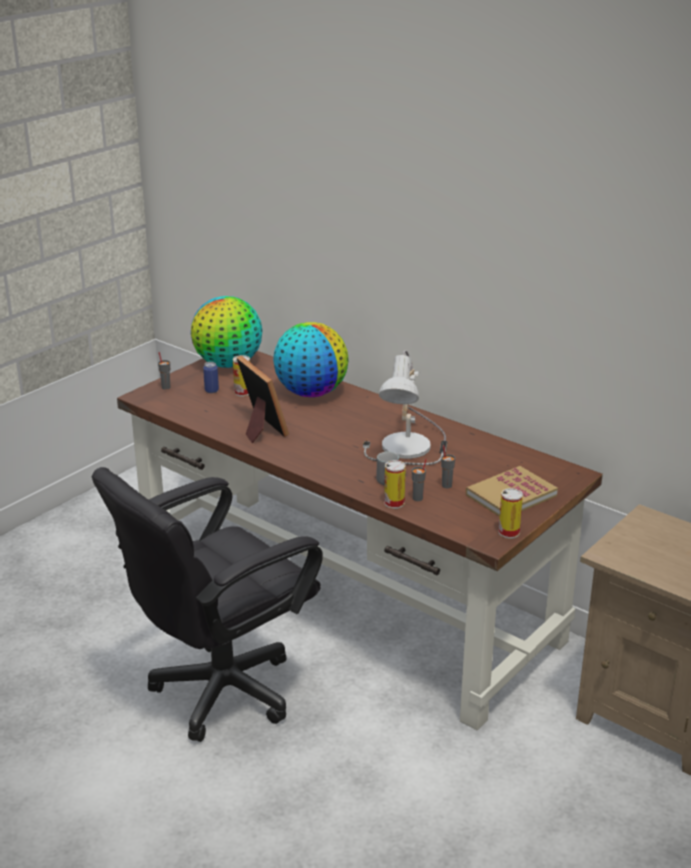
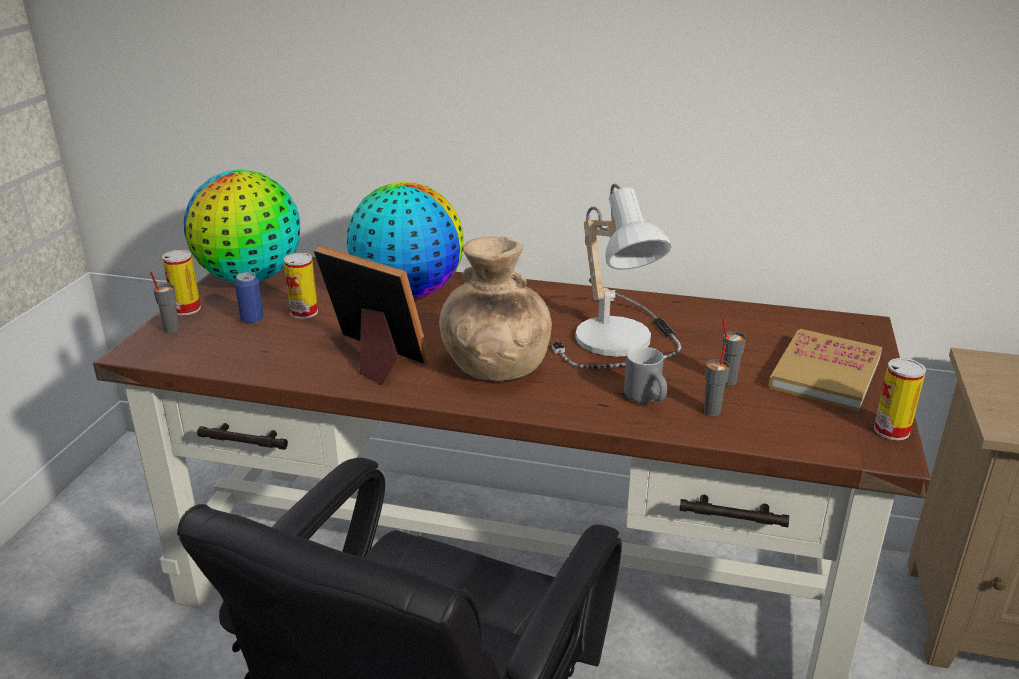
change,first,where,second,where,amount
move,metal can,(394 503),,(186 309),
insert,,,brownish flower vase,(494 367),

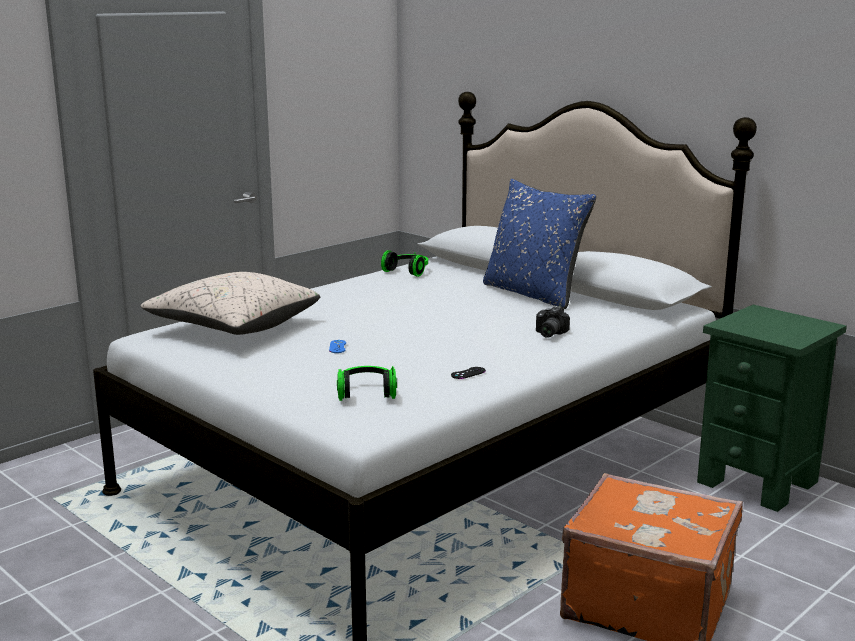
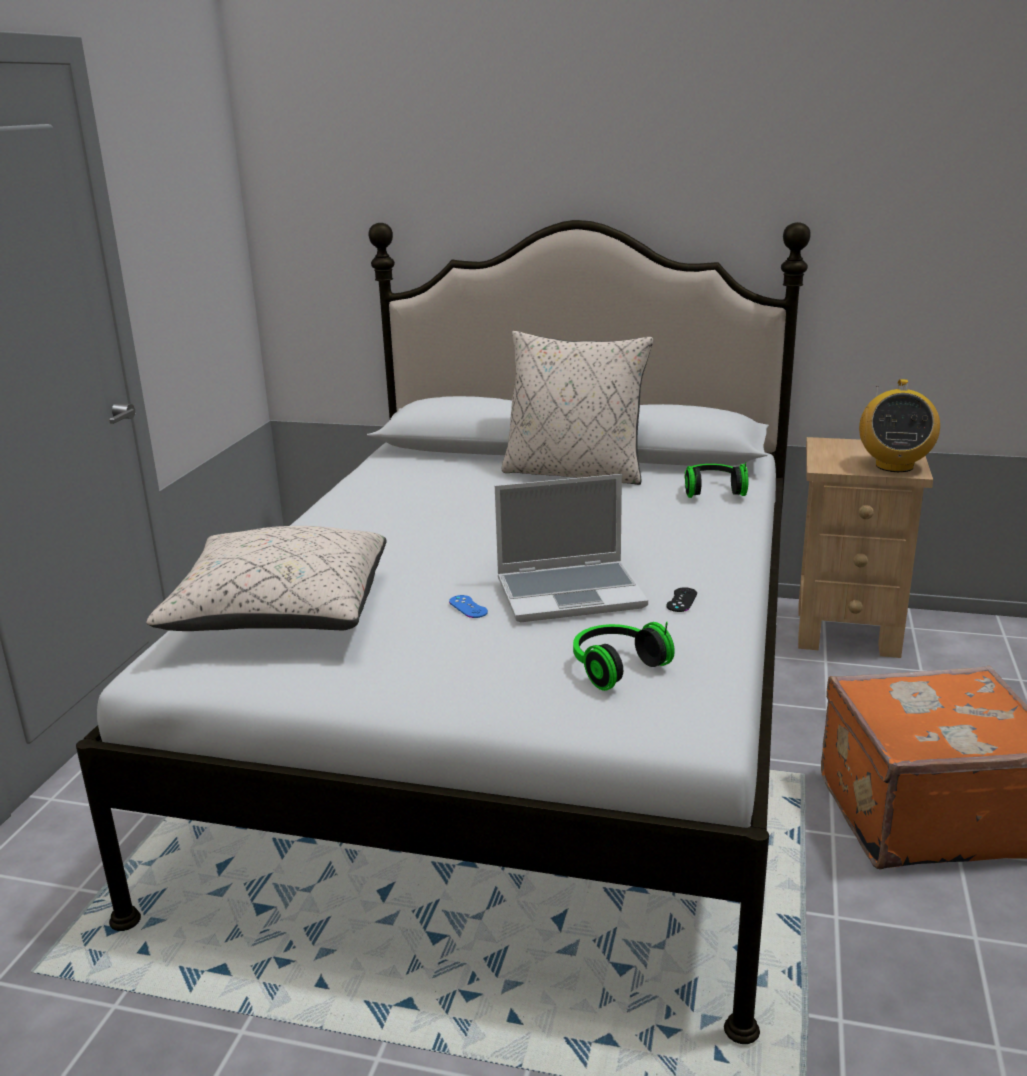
change,first,where,second,where,amount
insert,,,laptop,(571 593),
recolor,blue-coloured pillow,(533 294),beige-coloured pillow,(575 473),
move,pair of headphones,(408 271),,(712 490),
recolor,green night table,(757 483),beige-coloured night table,(848 631),
insert,,,radio receiver,(894 466),
delete,photo camera,(548 333),,,

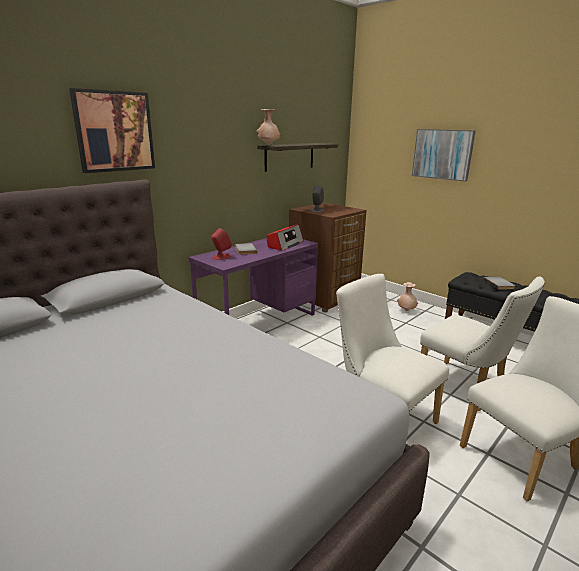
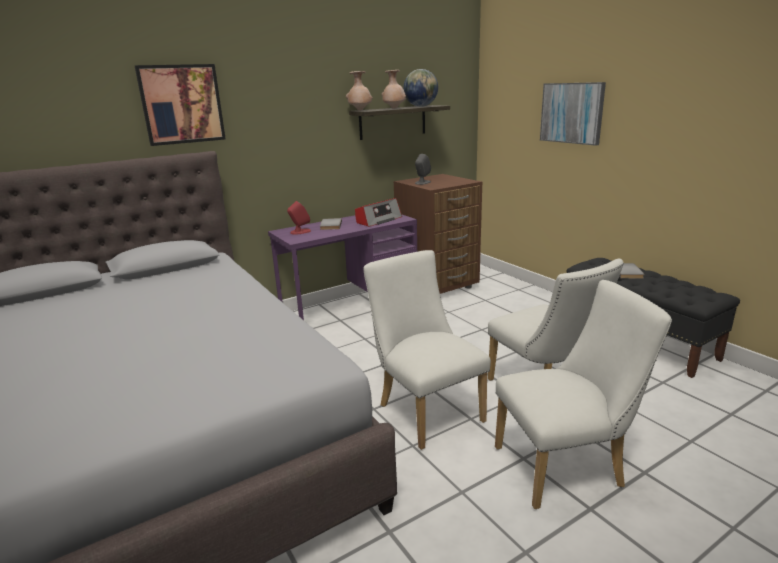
change,first,where,second,where,amount
move,beige-coloured flower vase,(406 310),,(394 108),
insert,,,globe,(421 106),

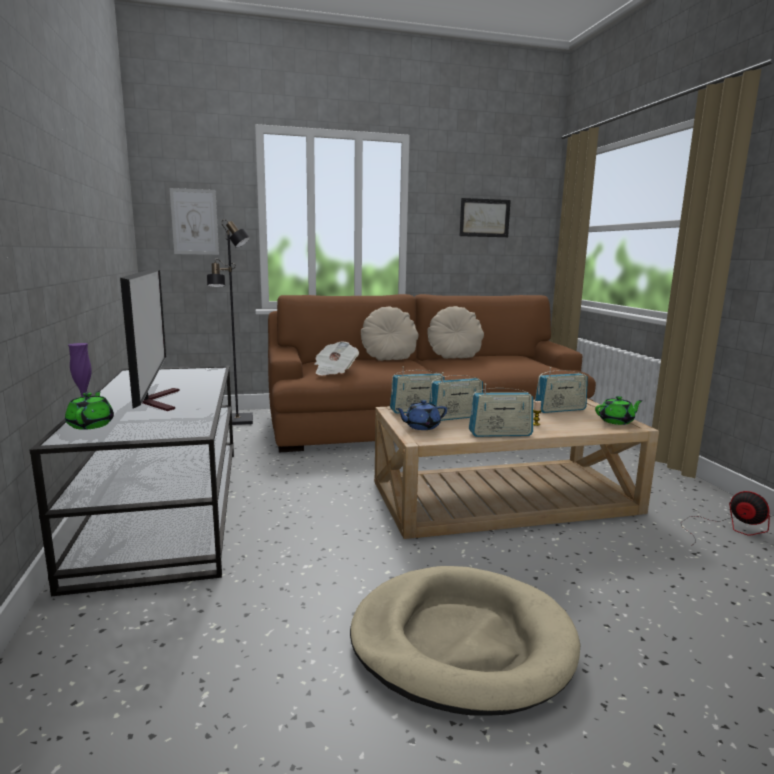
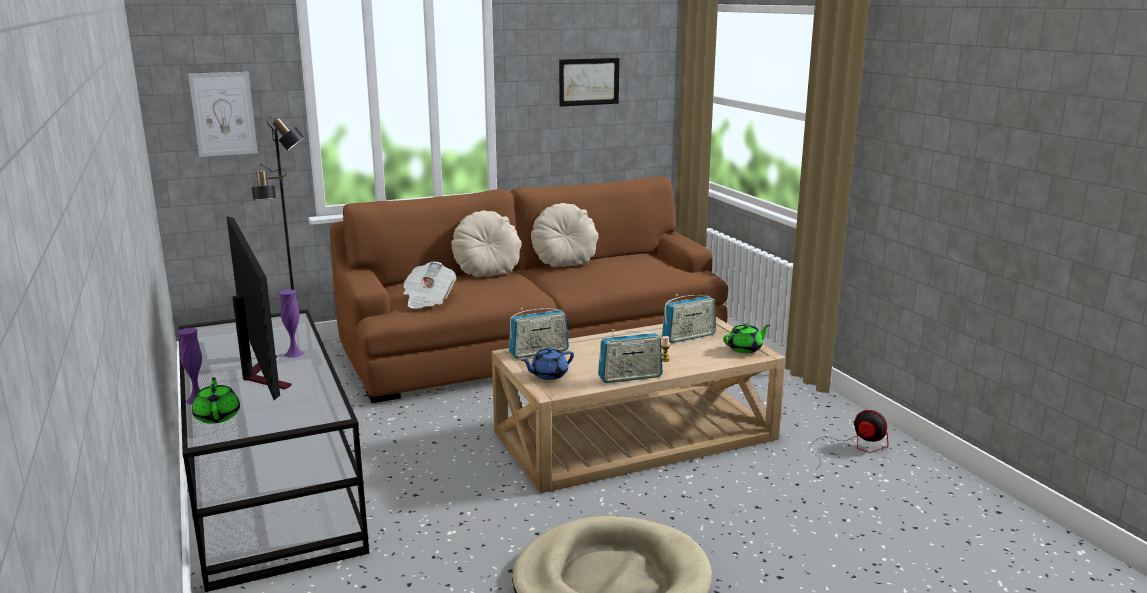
change,first,where,second,where,amount
insert,,,purplish flower vase,(294 354),
delete,radio receiver,(455 417),,,

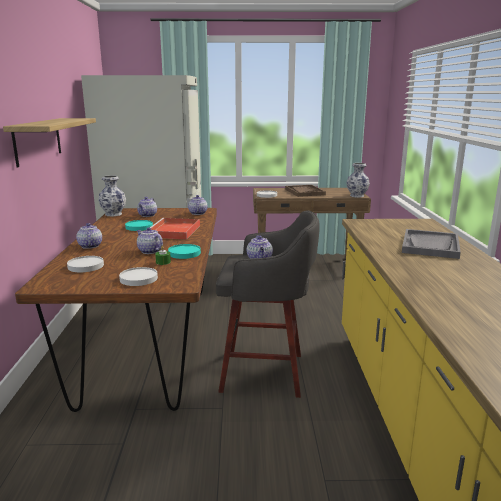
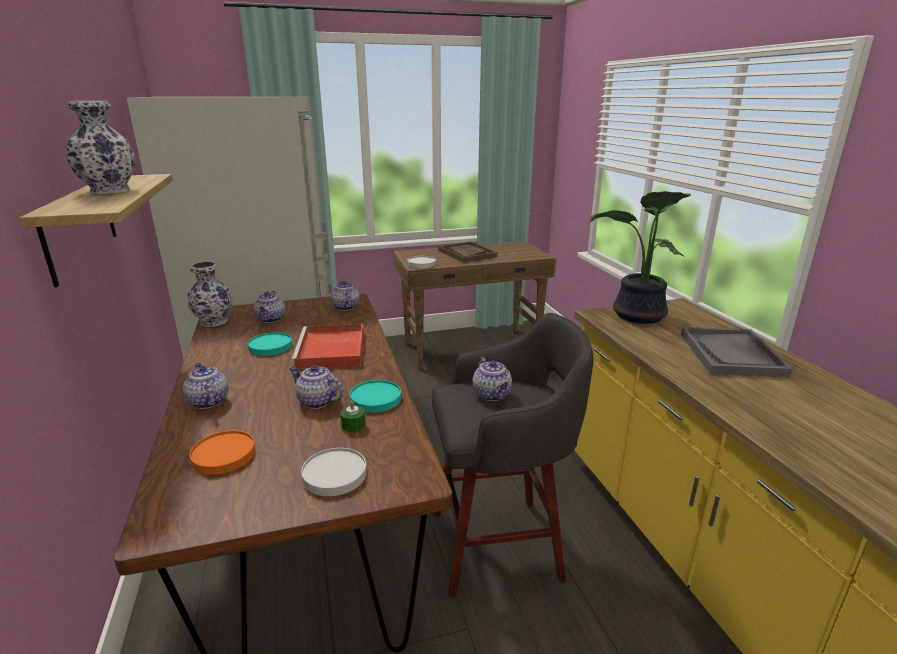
change,first,where,second,where,amount
move,flower vase,(356 196),,(109 191),
recolor,white dinner plate,(85 266),orangey dinner plate,(223 455),
insert,,,houseplant,(637 316),

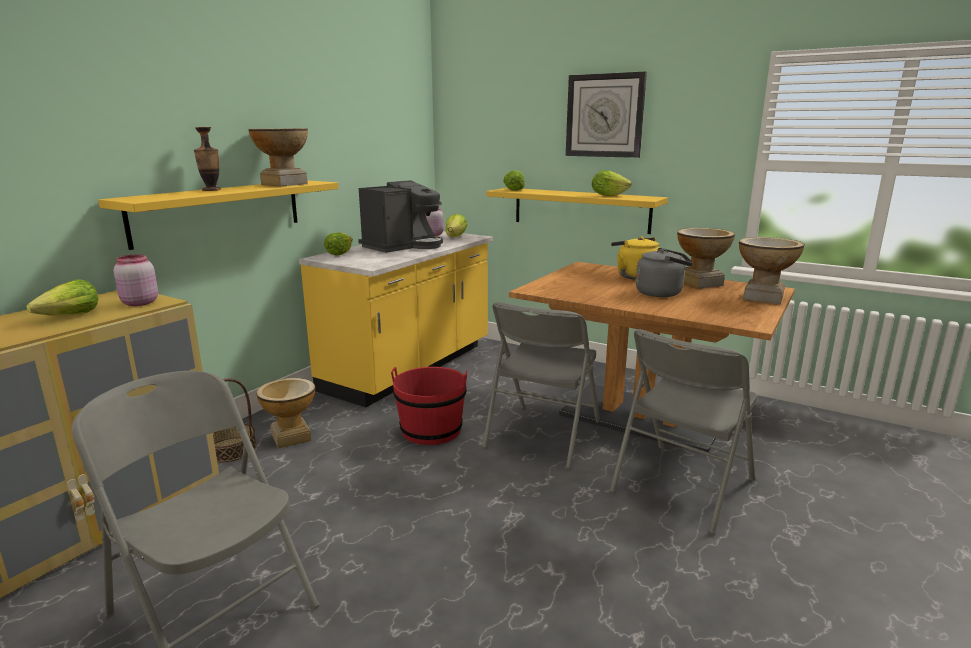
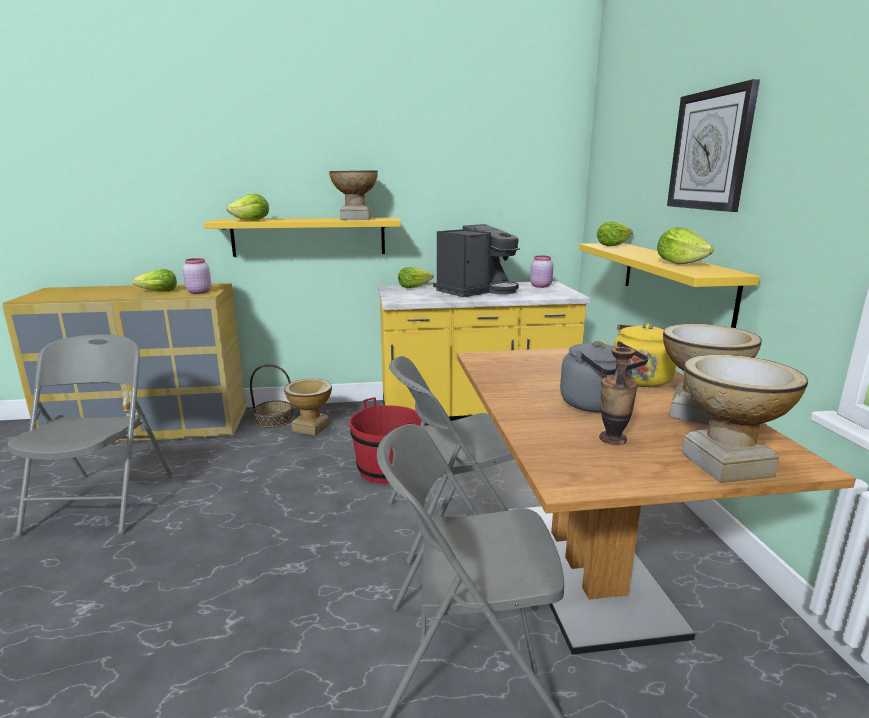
change,first,where,second,where,amount
move,head of lettuce,(455 237),,(251 220),
rotate,coffee brewer,(403 246),,(477 291),45 degrees counterclockwise
move,flower vase,(211 190),,(612 439),

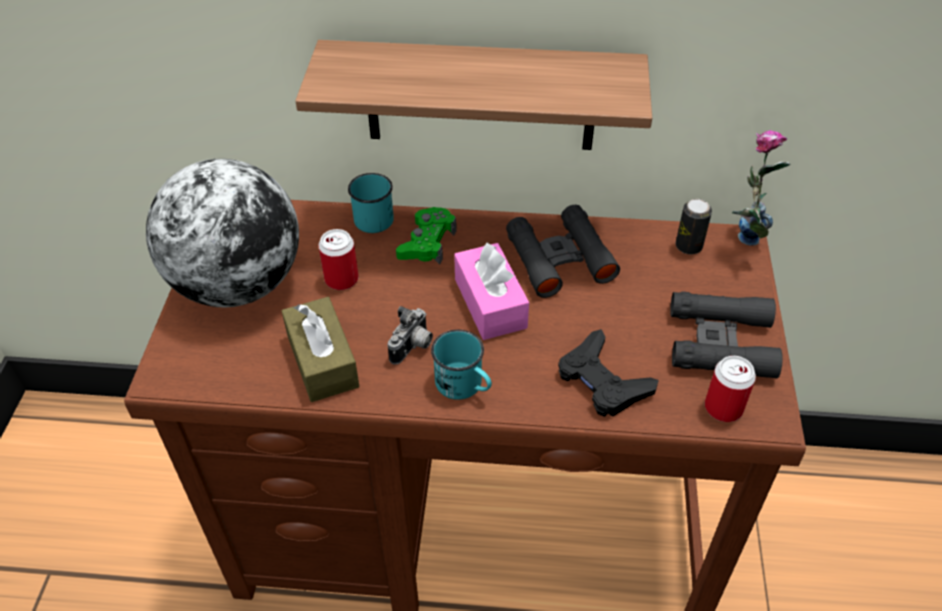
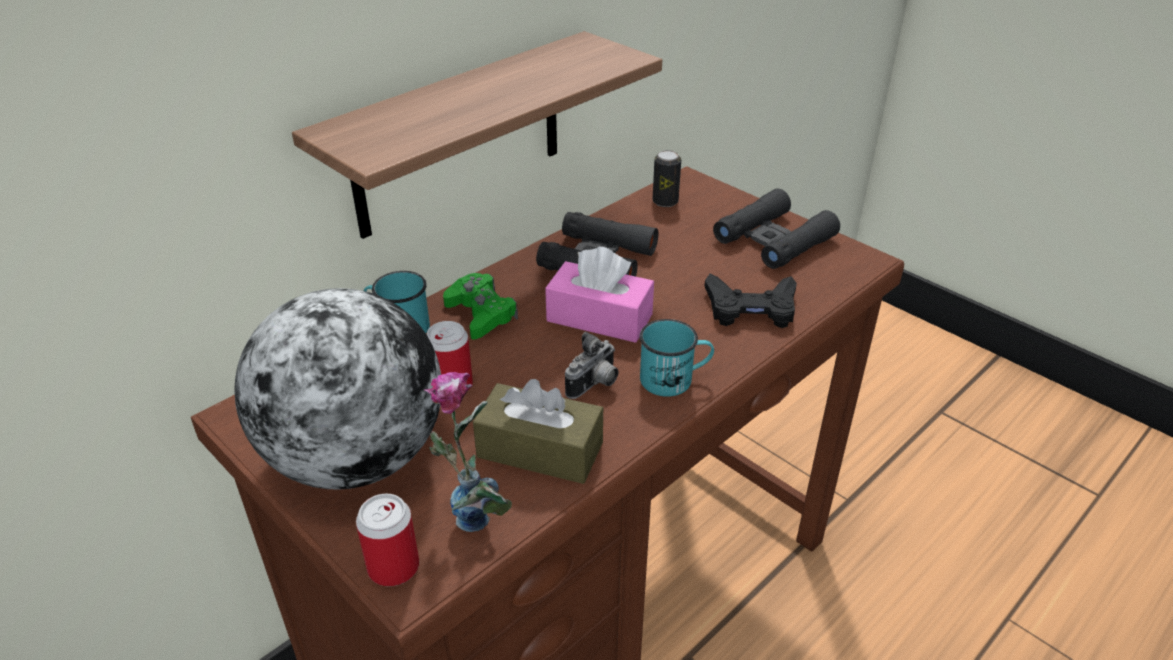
change,first,where,second,where,amount
move,metal can,(723 407),,(393 567),
move,flower vase,(741 247),,(475 538),
rotate,photo camera,(413 347),,(595 385),60 degrees clockwise

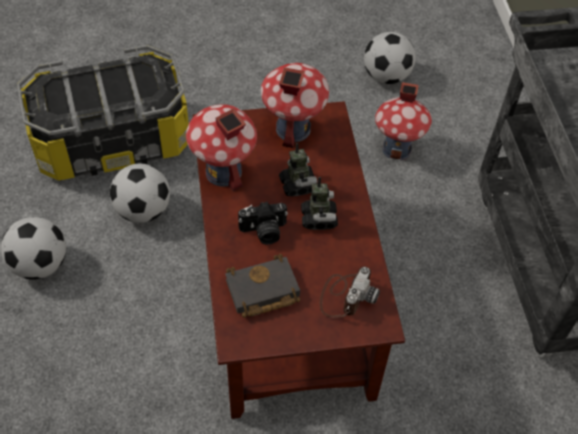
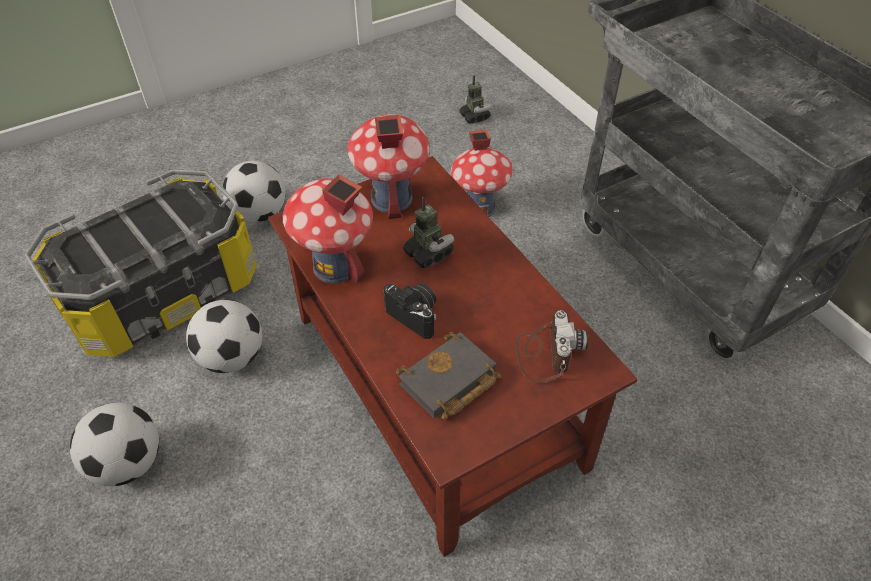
change,first,where,second,where,amount
move,ball for football,(386 76),,(259 214),
rotate,photo camera,(264 232),,(416 315),105 degrees counterclockwise
move,robot figure,(319 219),,(474 117),

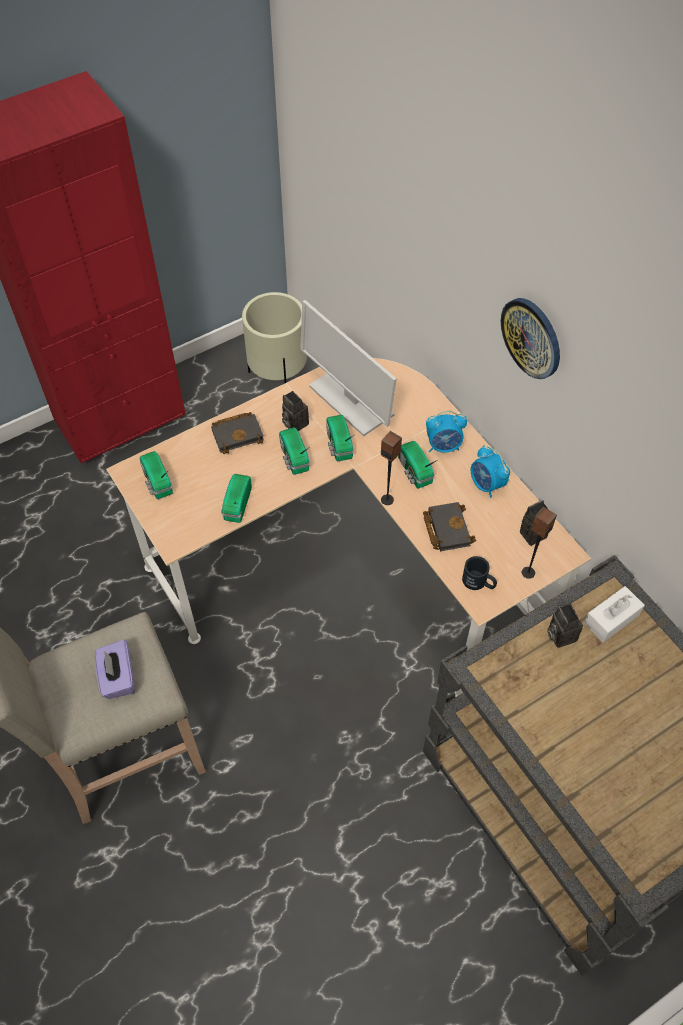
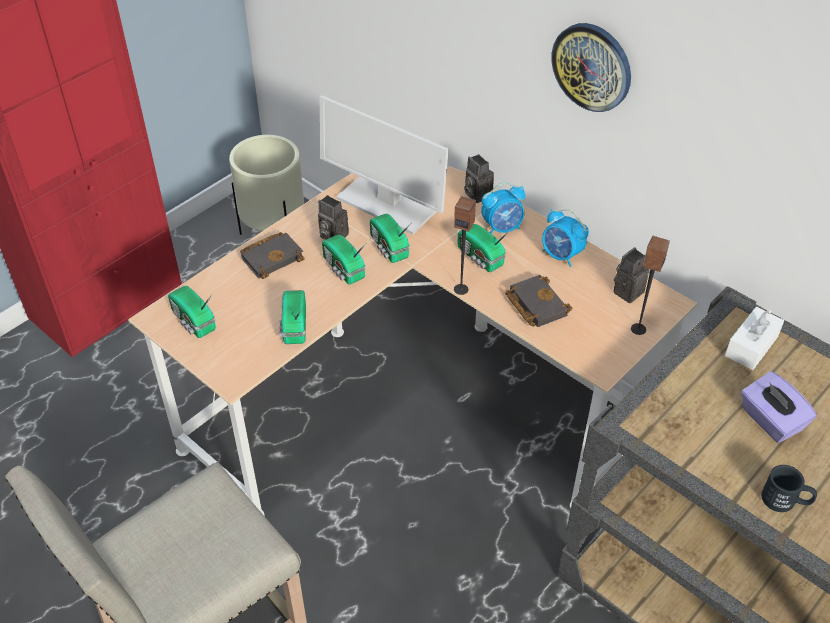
change,first,where,second,where,amount
move,photo camera,(559 634),,(476 194),
move,purplish box of tissues,(118 678),,(770 420),
move,black-coloured coffee mug,(479 582),,(785 500),

